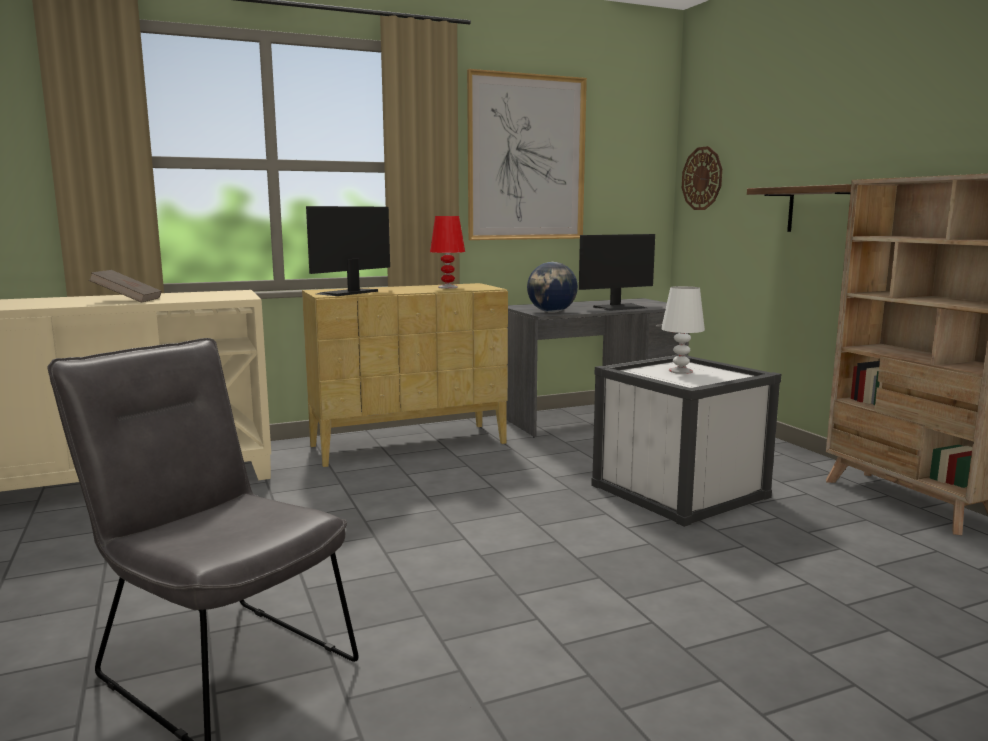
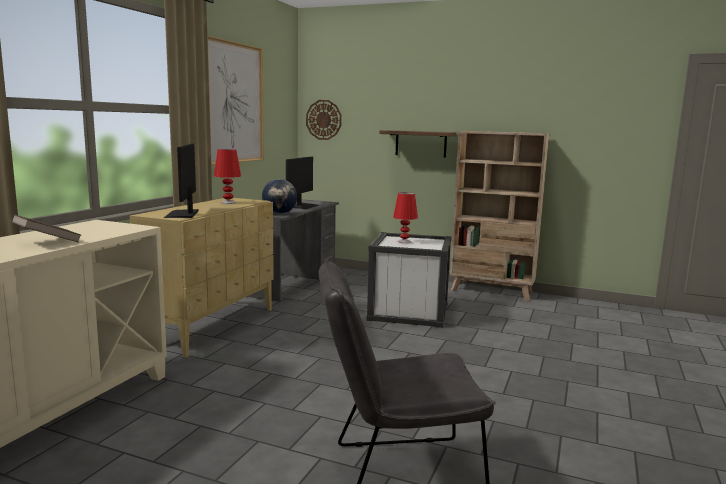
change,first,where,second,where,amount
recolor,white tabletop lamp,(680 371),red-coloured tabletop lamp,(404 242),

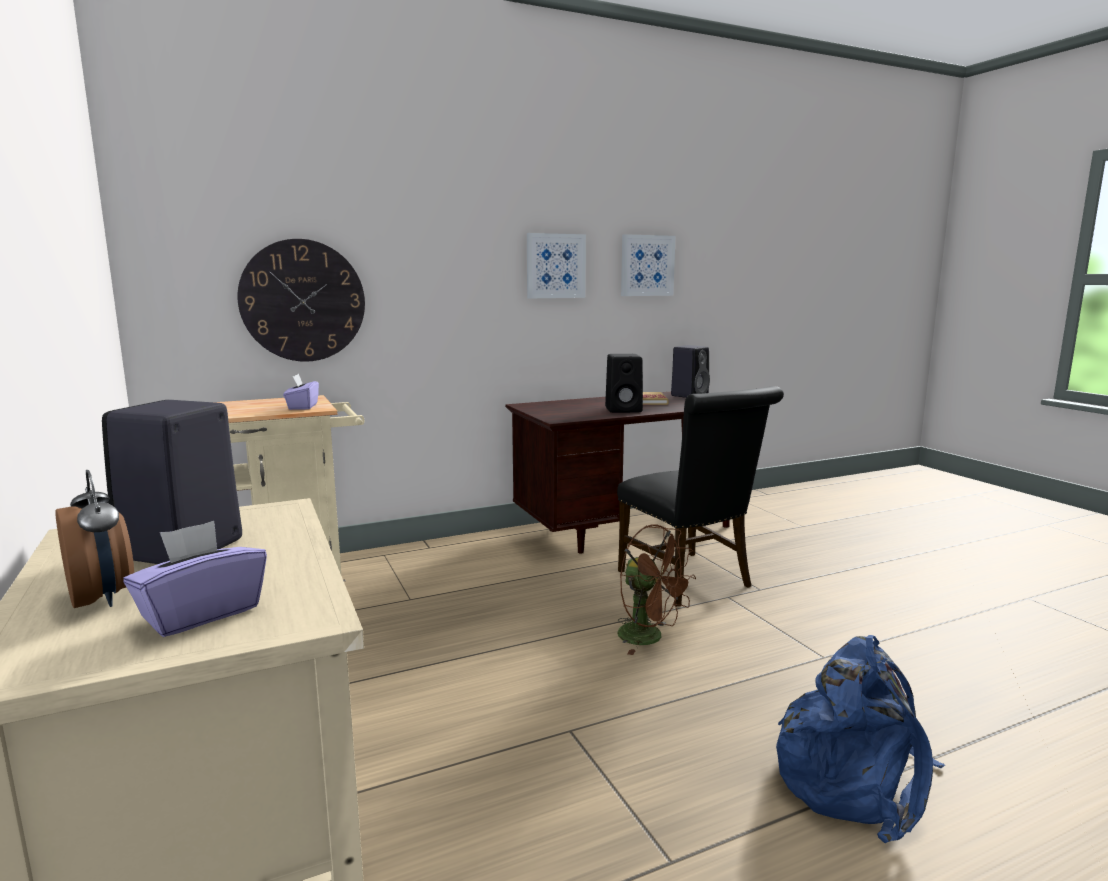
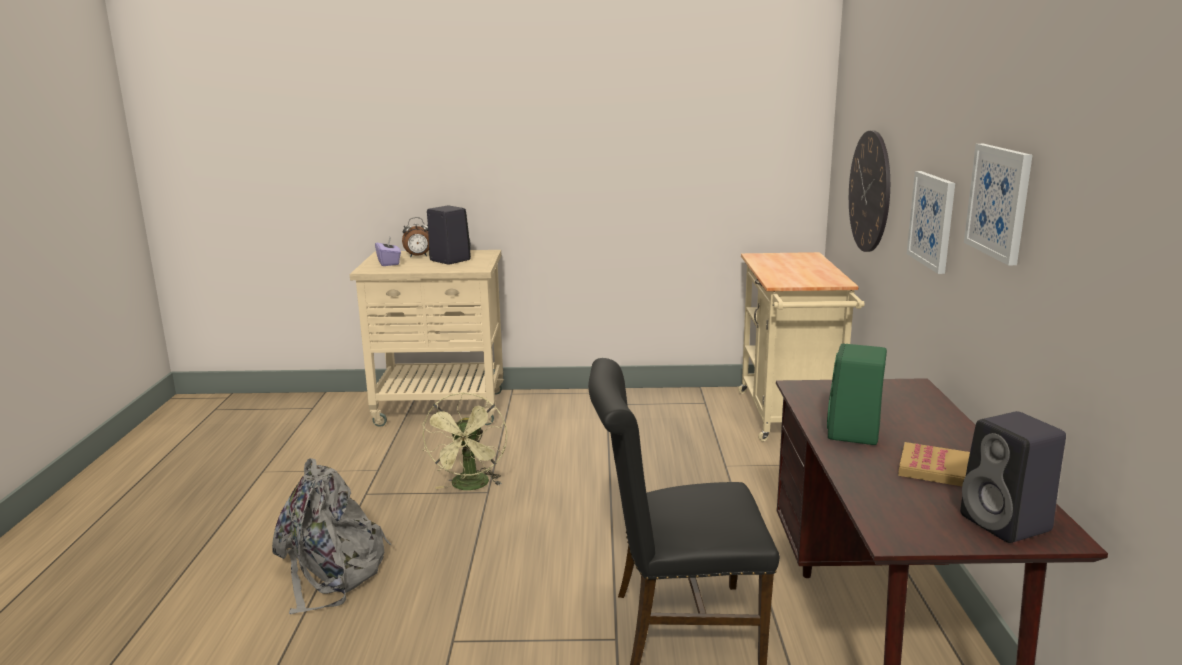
change,first,where,second,where,amount
recolor,blue-coloured backpack,(855 780),greyish backpack,(331 572),
insert,,,green electric fan,(470 486),
recolor,black-coloured audio speaker,(624 410),green audio speaker,(854 434),
move,wall picture,(647 265),,(932 220),
delete,purplish box of tissues,(302 407),,,
delete,brownish electric fan,(649 638),,,

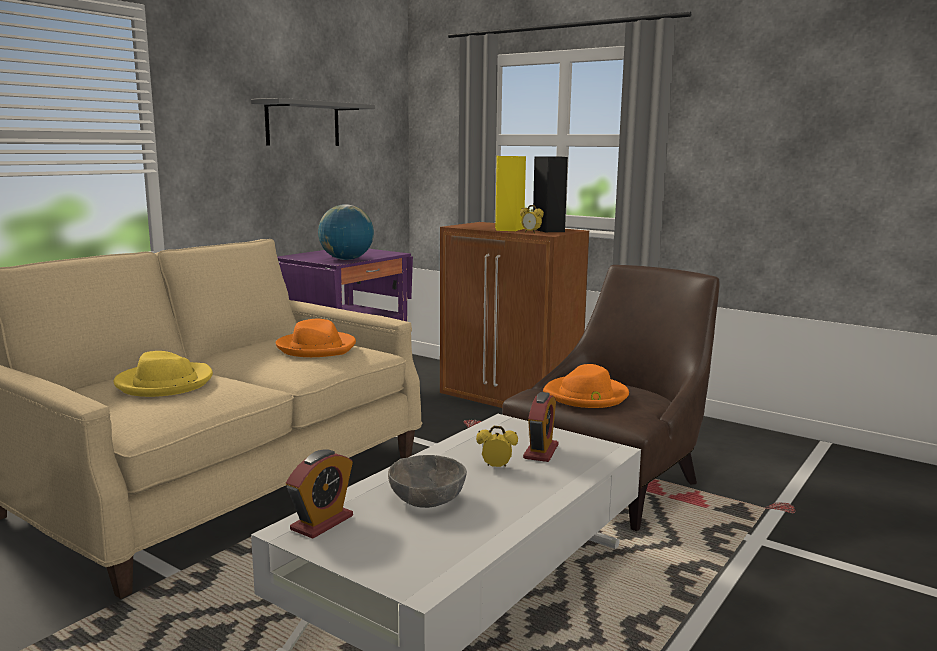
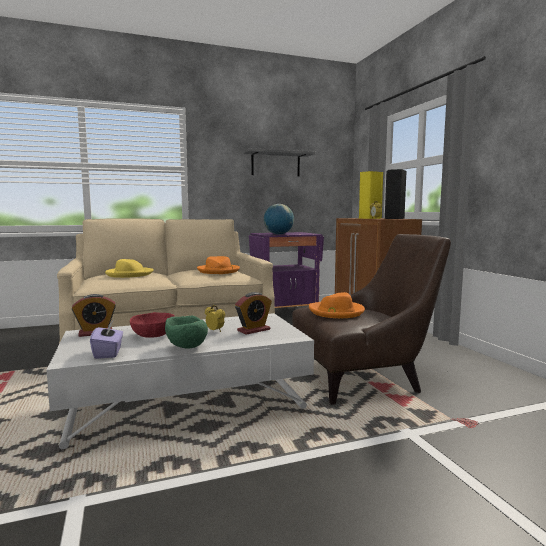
change,first,where,second,where,amount
insert,,,purplish box of tissues,(108 353),
recolor,greyish serving bowl,(427 499),red-coloured serving bowl,(153 335),
insert,,,green serving bowl,(186 347),

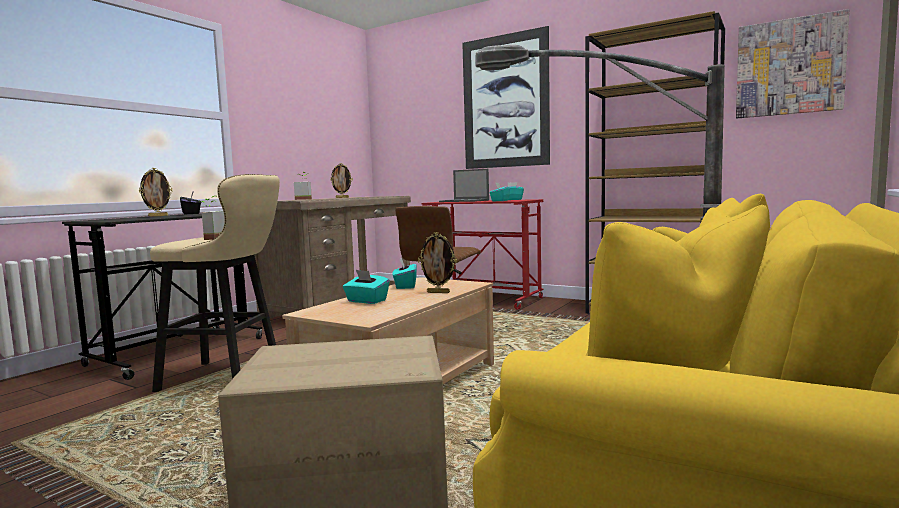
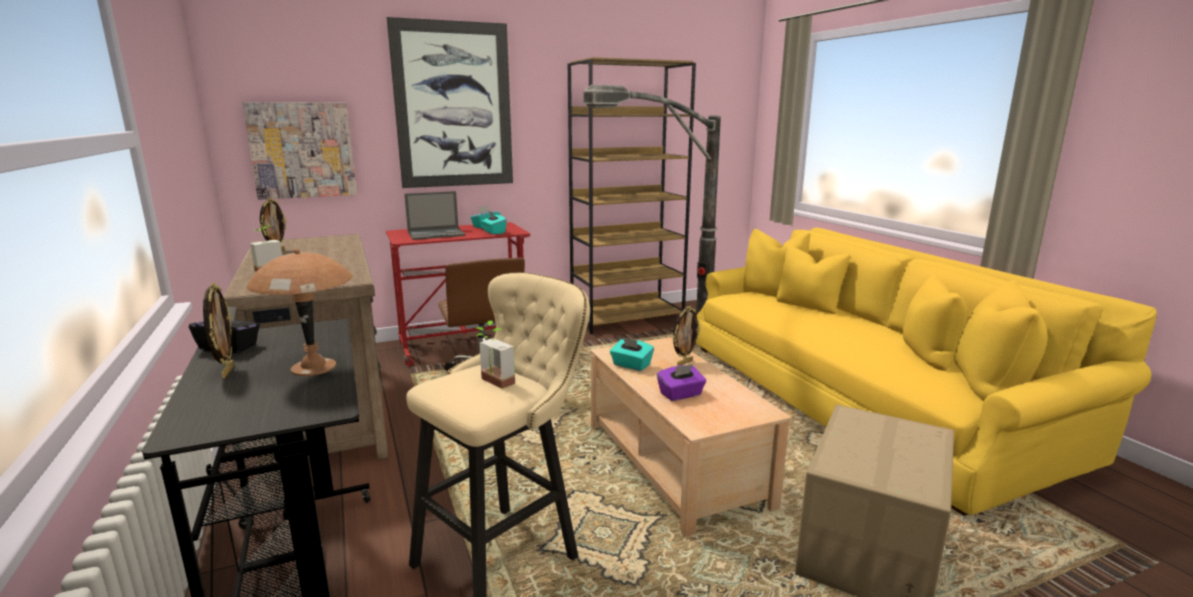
change,first,where,second,where,amount
move,wall picture,(789 67),,(302 150),
insert,,,brownish tabletop lamp,(313 367),
recolor,turquoise box of tissues,(366 301),purplish box of tissues,(681 394),

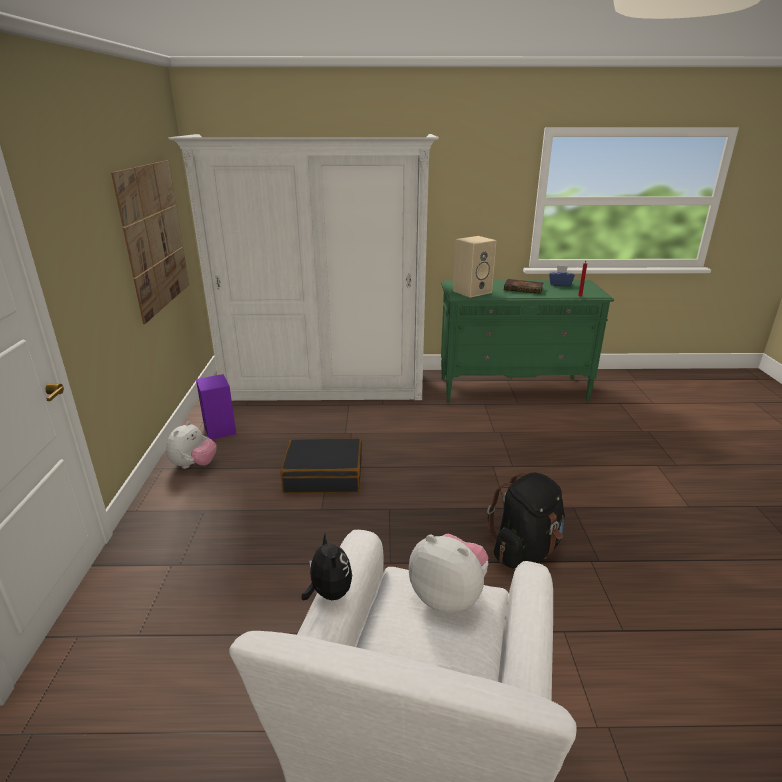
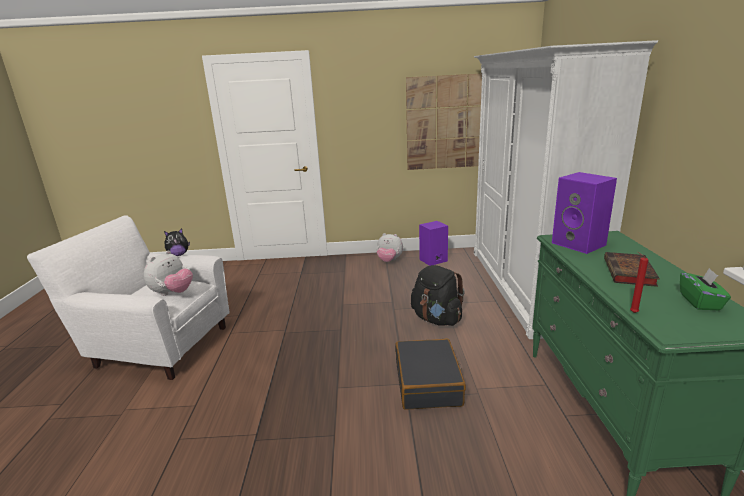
change,first,where,second,where,amount
move,black-coloured travel case,(324 475),,(428 383),
move,black-coloured backpack,(525 550),,(437 319),
recolor,beige-coloured audio speaker,(472 291),purplish audio speaker,(580 244),
recolor,blue-coloured box of tissues,(560 284),green box of tissues,(700 302),

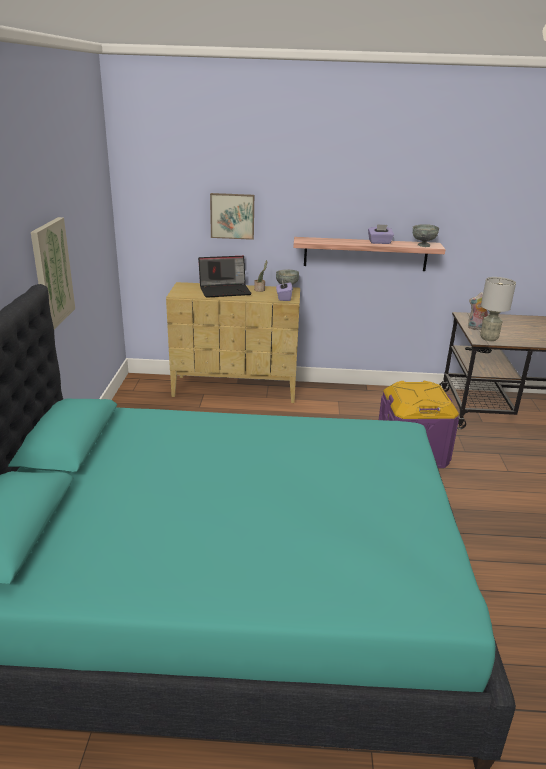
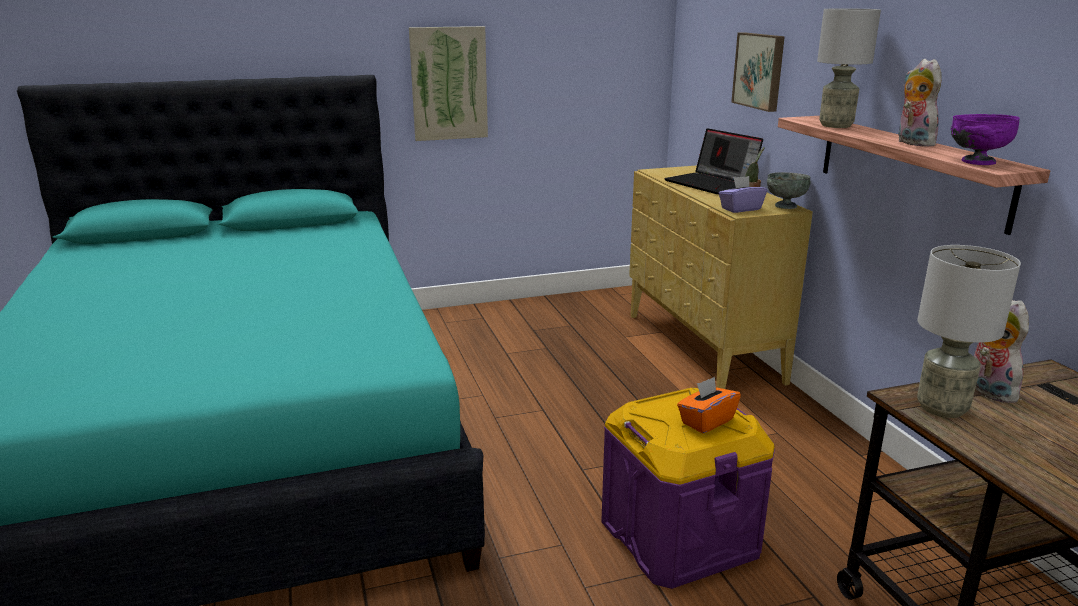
change,first,where,second,where,amount
insert,,,orangey box of tissues,(706 421),
insert,,,greyish tabletop lamp,(835 126),
replace,purplish box of tissues,(379 242),plush toy,(912 143),
recolor,greyish serving bowl,(423 245),purplish serving bowl,(976 162),

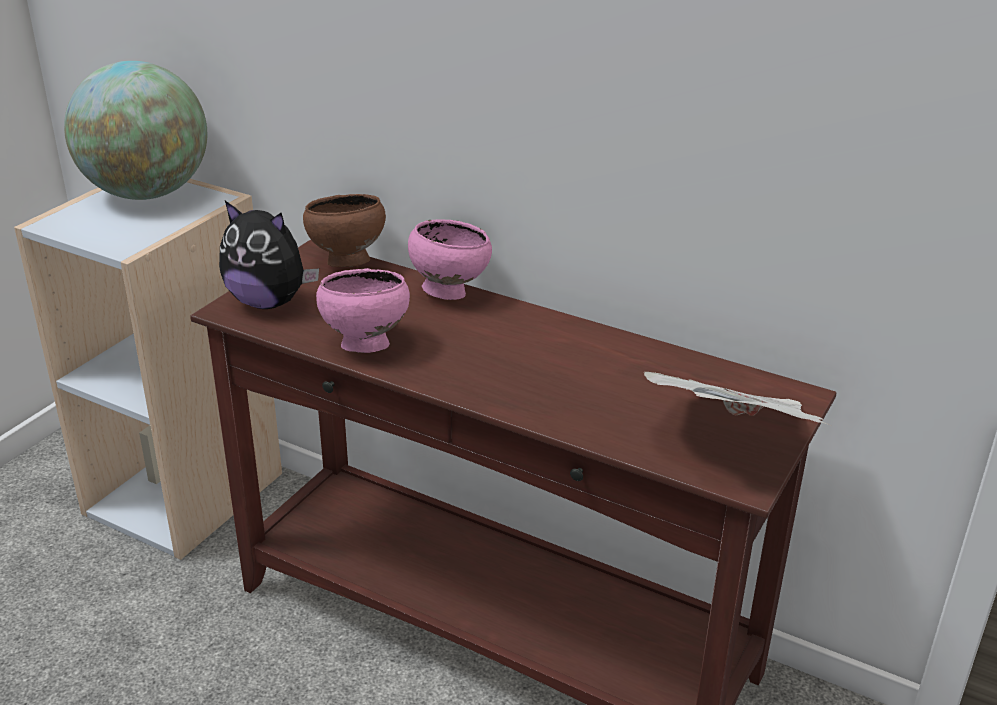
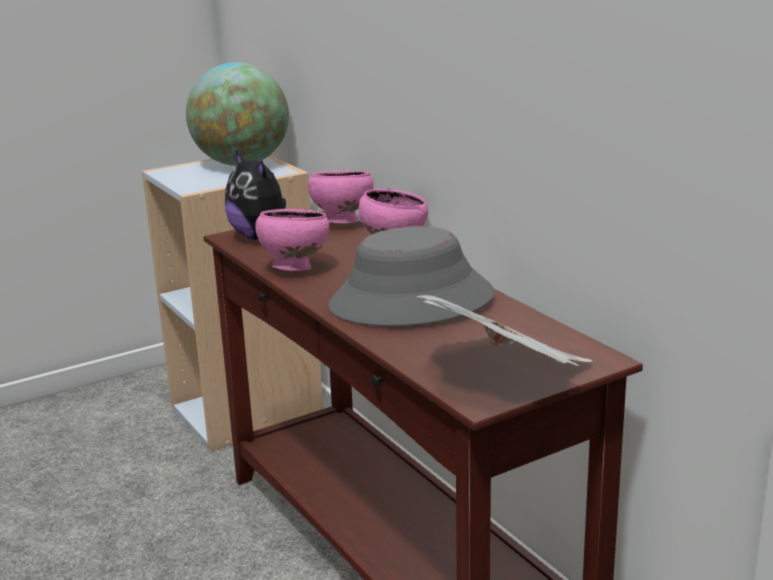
change,first,where,second,where,amount
recolor,brownish serving bowl,(346 262),pink serving bowl,(341 223),
insert,,,greyish hat,(411 301),

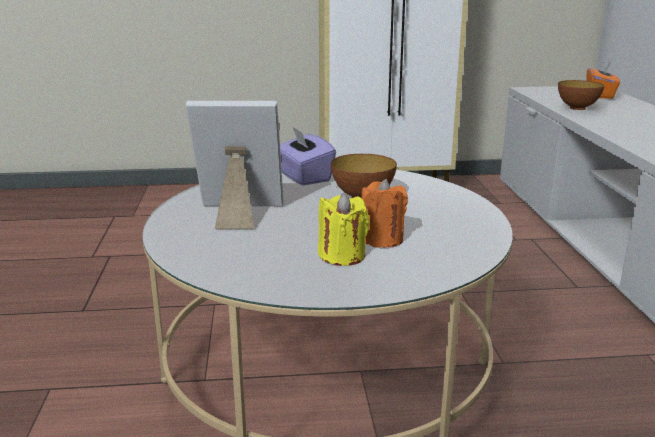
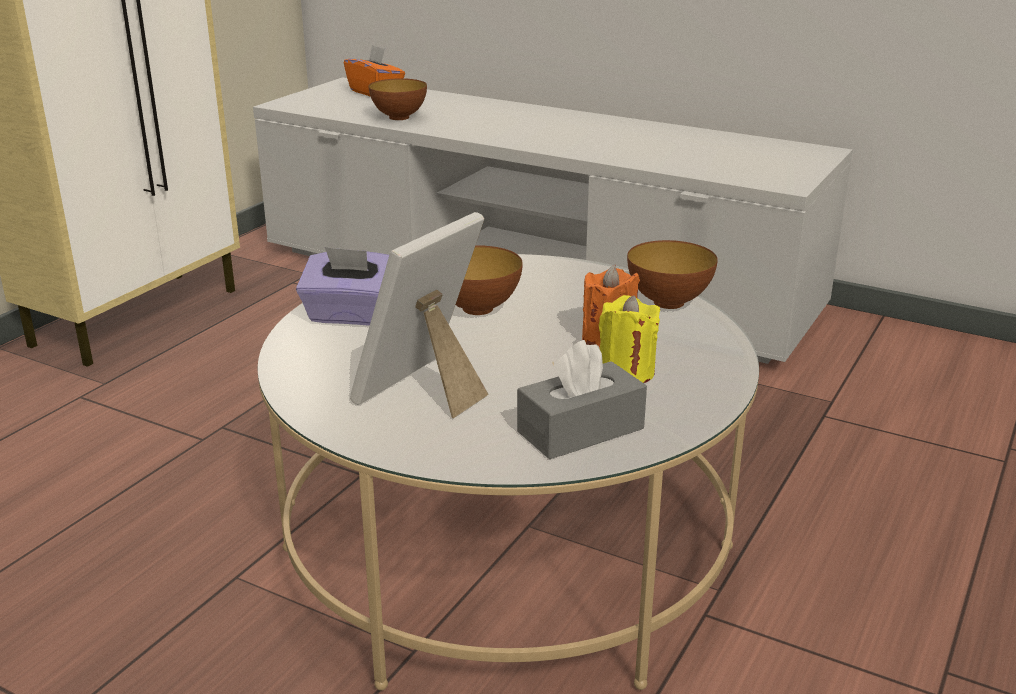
change,first,where,second,where,amount
insert,,,greyish box of tissues,(580 430),
insert,,,serving bowl,(668 302),

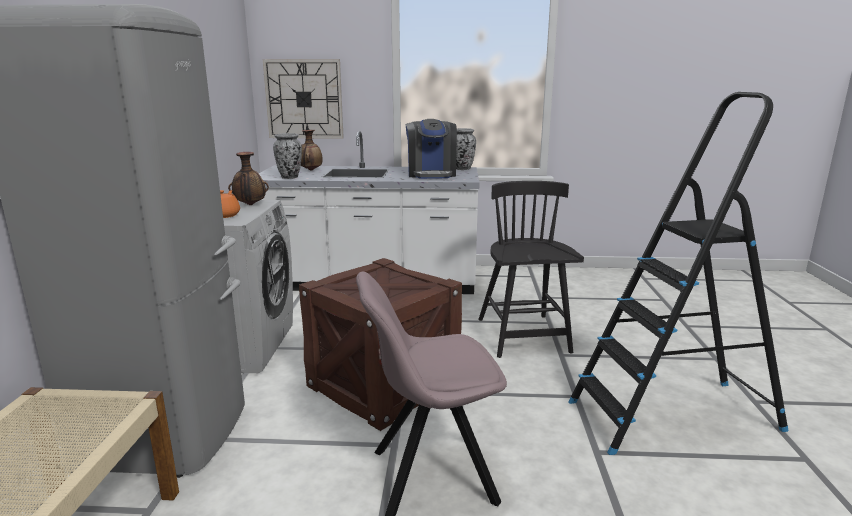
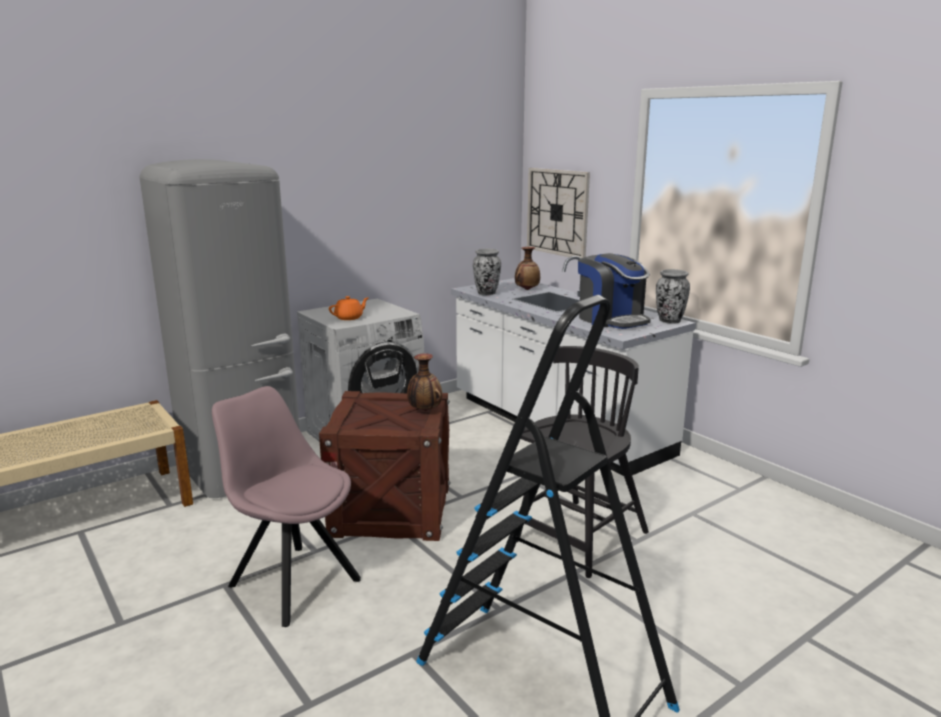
change,first,where,second,where,amount
move,flower vase,(250 205),,(424 410),
rotate,coffee brewer,(431 174),,(611 320),75 degrees counterclockwise

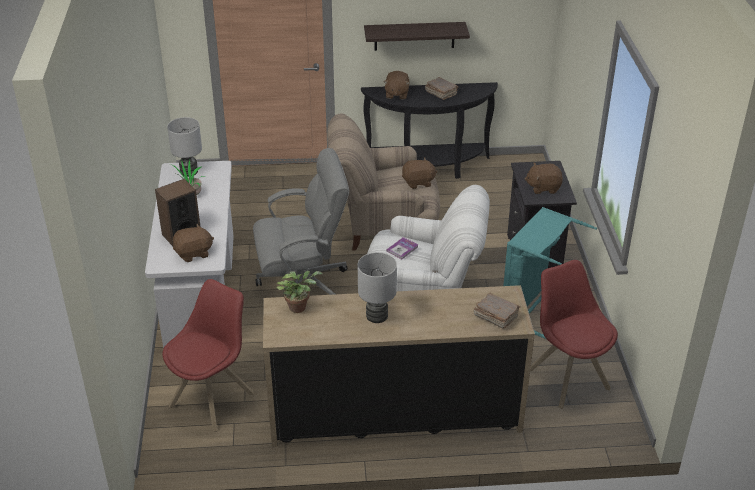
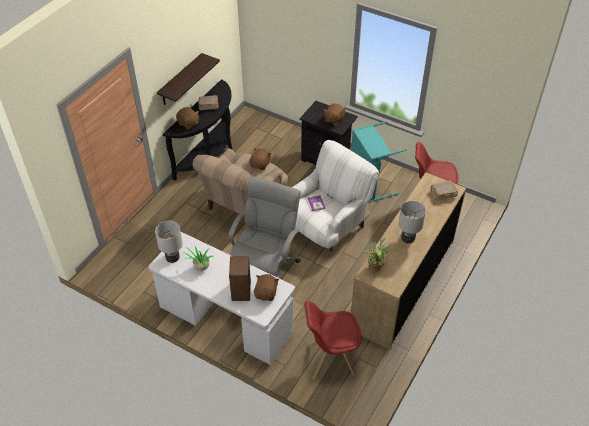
change,first,where,second,where,amount
rotate,red-coloured chair,(213 400),,(331 359),75 degrees counterclockwise

